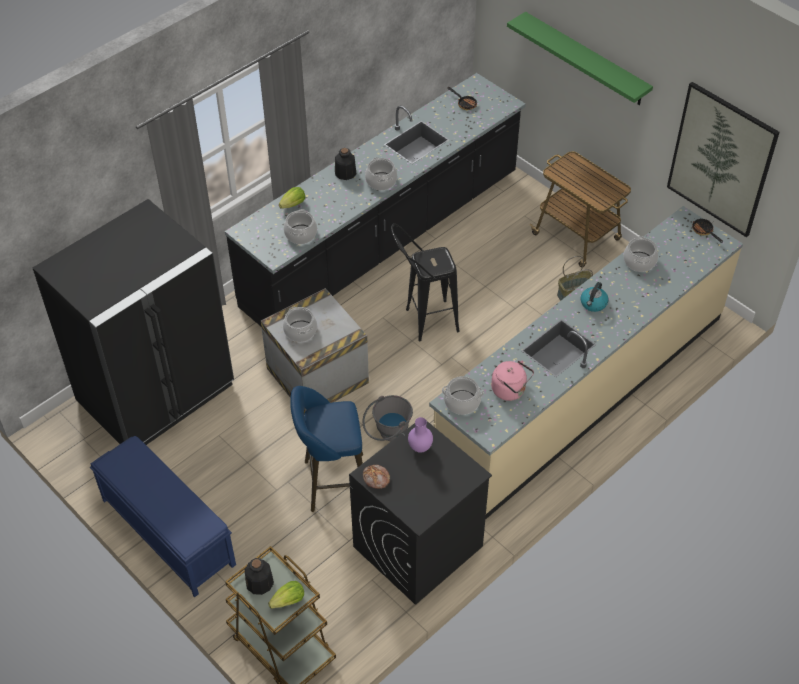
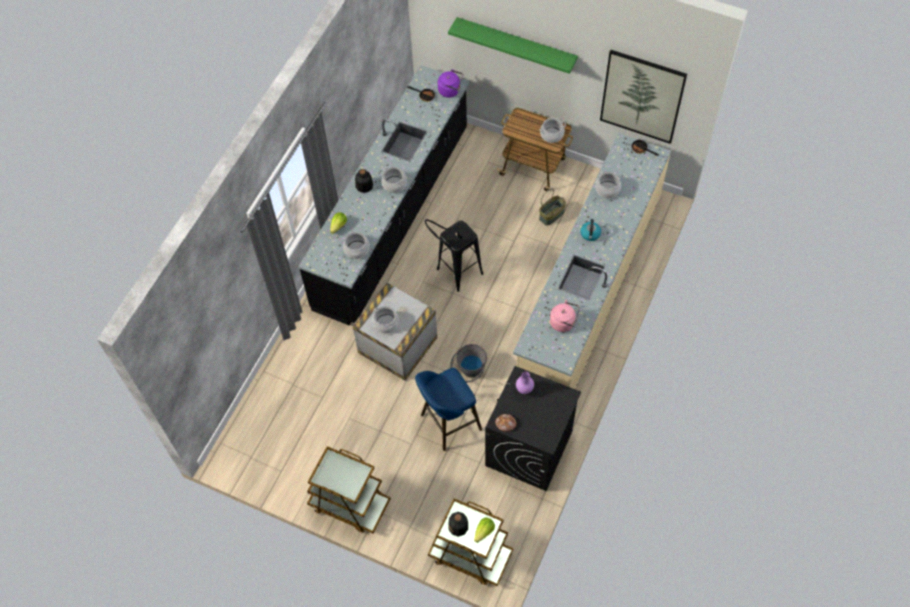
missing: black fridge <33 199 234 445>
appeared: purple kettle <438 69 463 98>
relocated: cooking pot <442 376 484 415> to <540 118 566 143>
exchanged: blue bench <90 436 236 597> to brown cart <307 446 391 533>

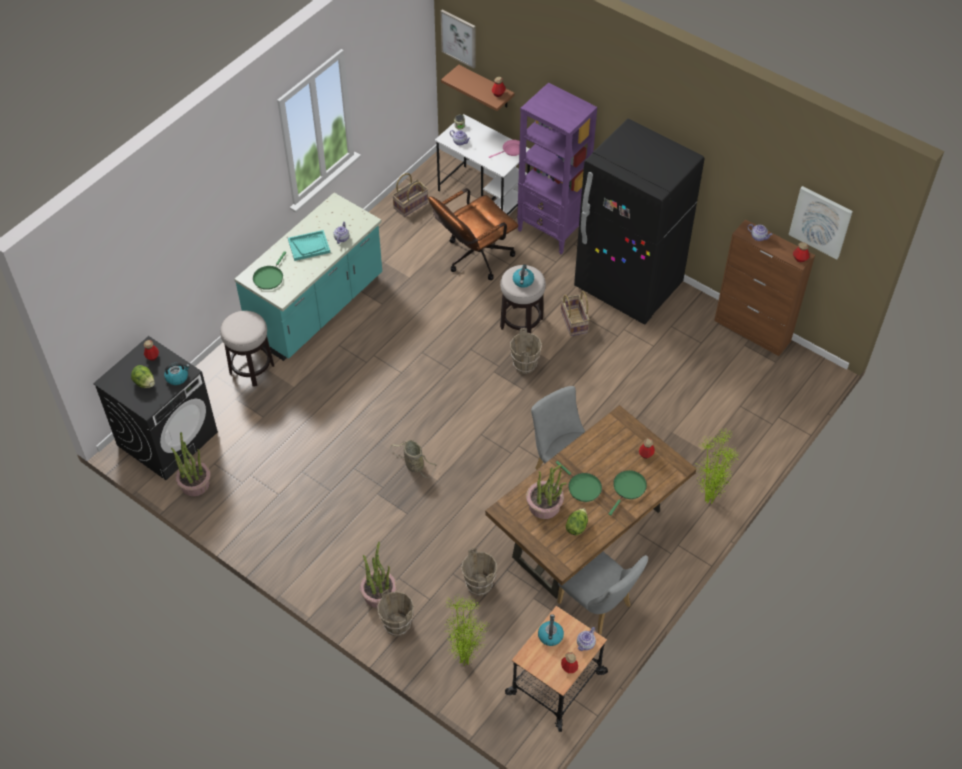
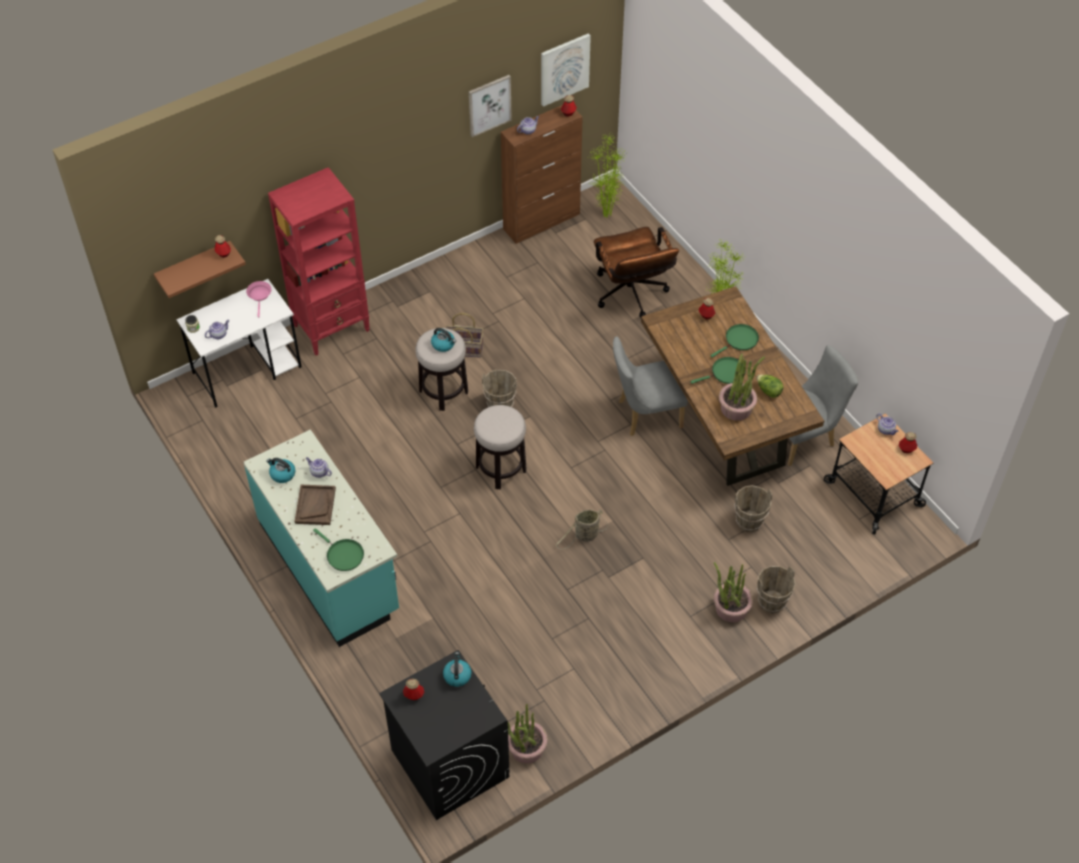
missing: black fridge <574 119 705 325>; basket <392 173 428 217>; lettuce <131 365 155 388>
relocated: picture <441 10 476 69> to <469 75 512 137>; brown office chair <428 188 518 280> to <594 227 679 317>; stool <220 311 274 386> to <474 405 526 489>; potted plant <445 595 488 666> to <589 132 628 217>; kettle <538 614 564 646> to <266 458 295 483>
colour: purple bookcase <517 83 597 255> to red bookcase <268 167 370 356>; turquoise tray <288 230 330 261> to brown tray <295 485 336 525>
spun: green frying pan <609 470 647 515> = <711 324 759 358> 90 degrees clockwise

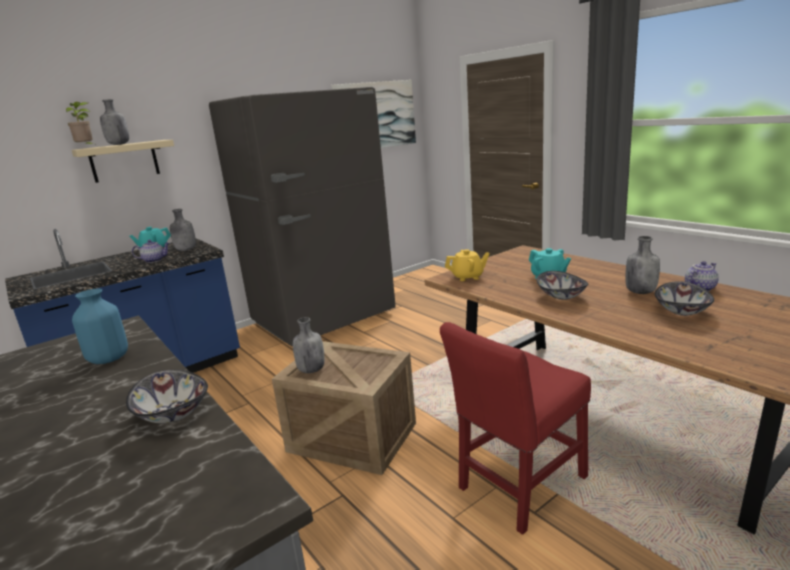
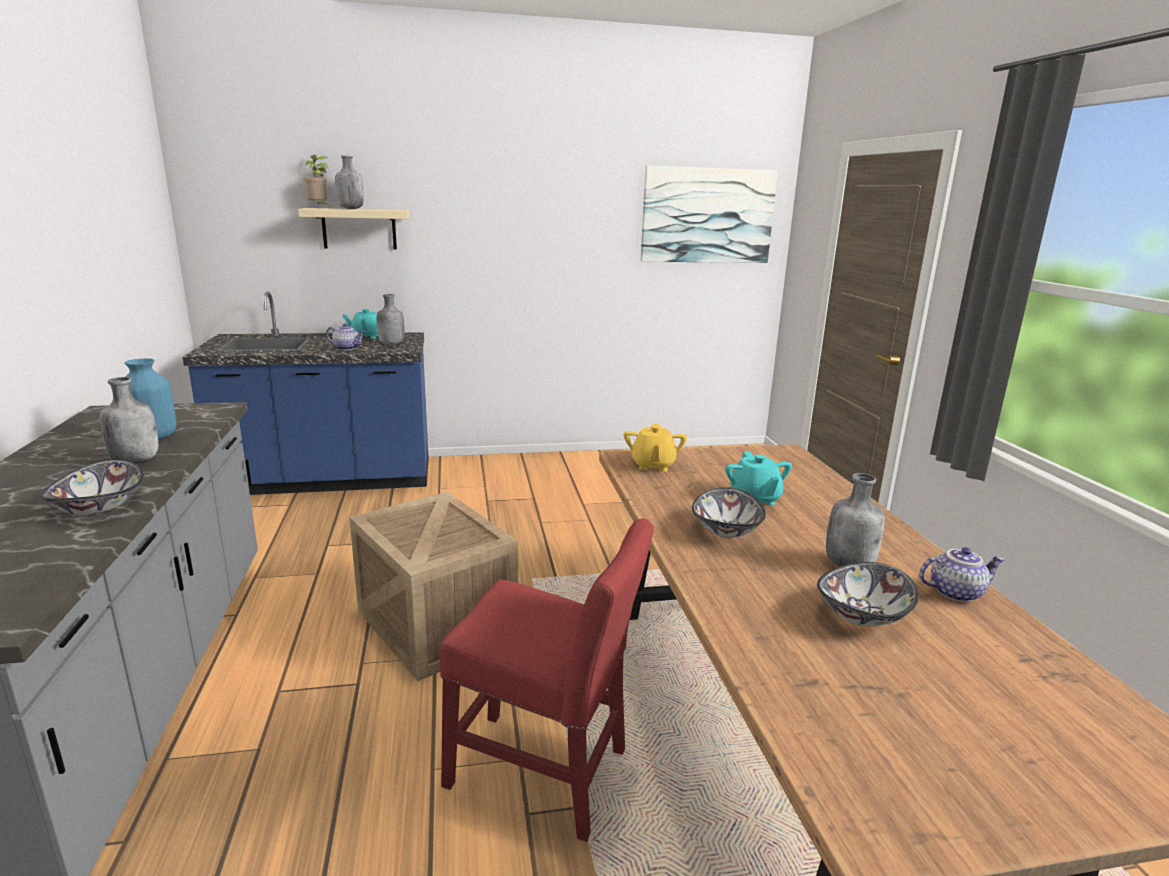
missing: grey fridge <209 87 396 346>
relocated: grey bottle <292 317 325 373> to <100 377 158 464>
spun: yellow teapot <445 249 490 281> = <624 423 687 472> 75 degrees clockwise; red chair <440 322 591 535> = <440 518 654 842> 150 degrees counterclockwise

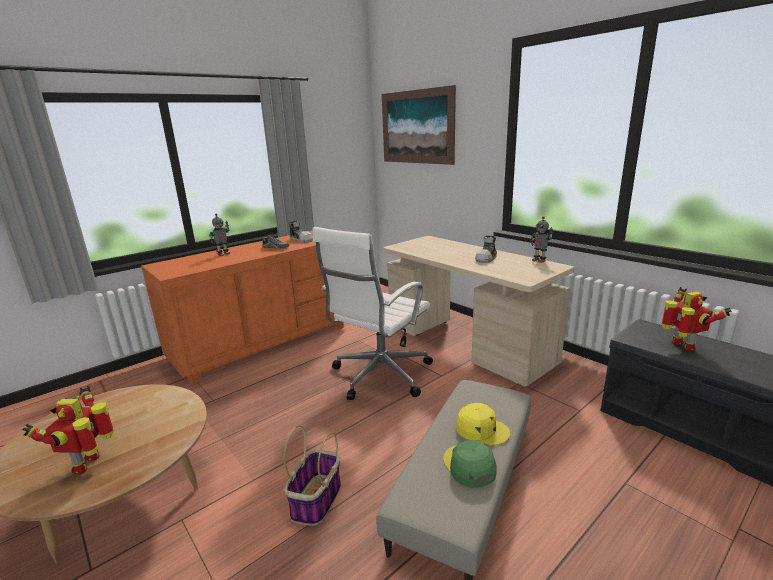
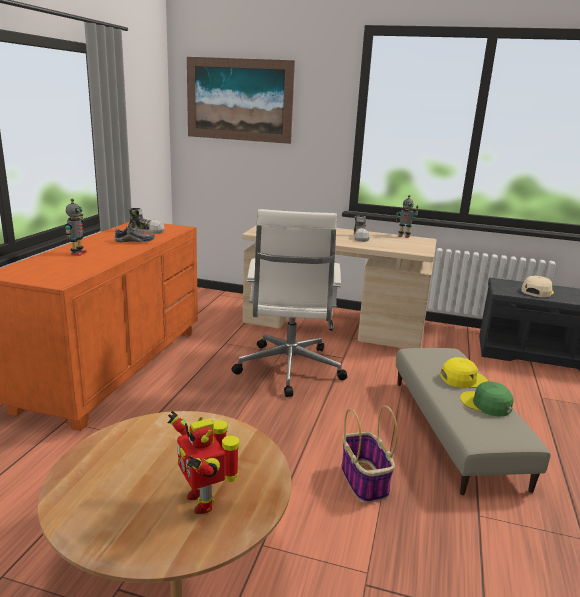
exchanged: toy robot <661 287 732 351> to beige cap <521 276 554 297>

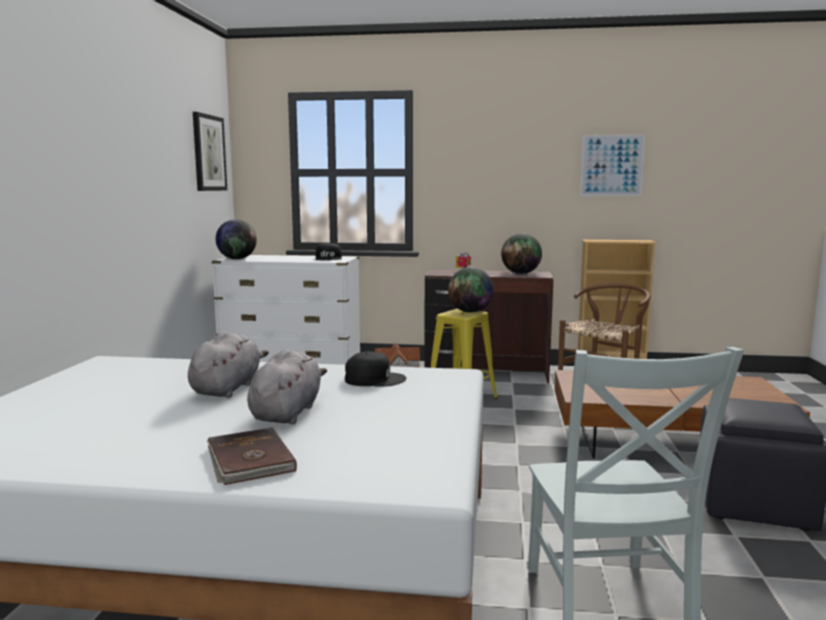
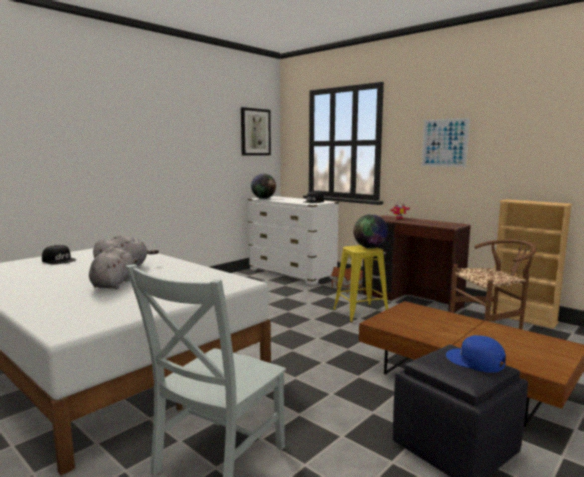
missing: globe <501 233 542 274>; brown book <207 427 297 485>
appeared: blue cap <446 335 506 372>
relocated: picture <580 134 645 196> to <421 117 470 167>; black cap <345 351 407 387> to <42 245 76 264>
spun: grey plush toy <247 349 327 424> = <89 247 138 289> 45 degrees counterclockwise

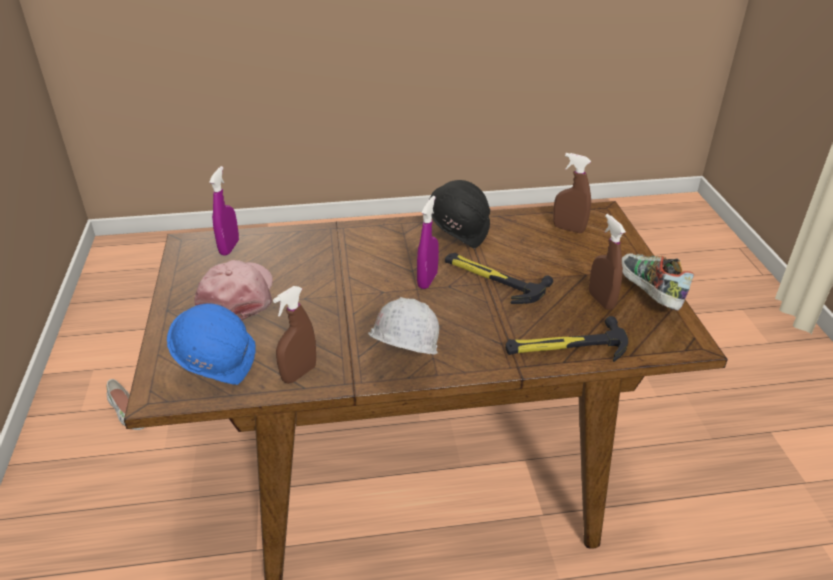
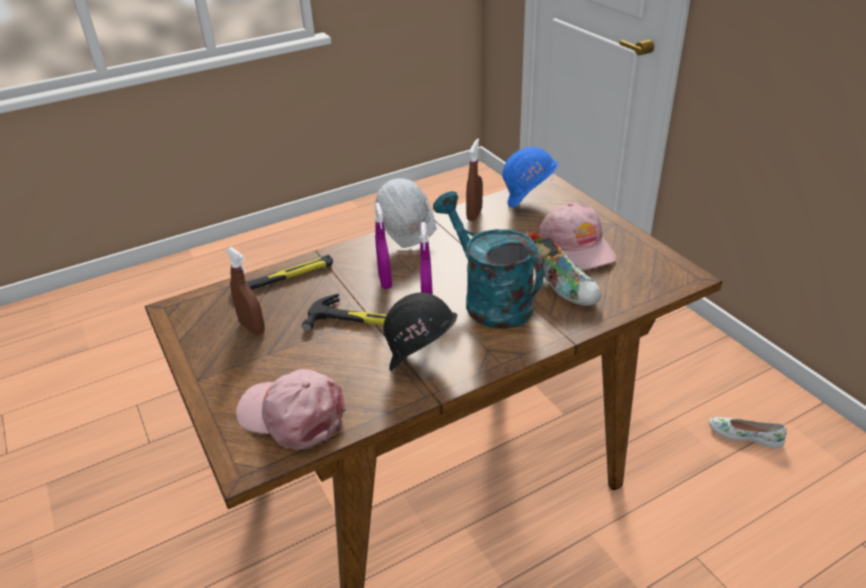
appeared: turquoise watering can <433 191 544 329>
relocated: purple spray bottle <209 166 239 256> to <375 203 392 289>; shoe <622 254 694 311> to <527 231 602 306>
exchanged: brown spray bottle <553 153 591 233> to pink cap <236 369 346 450>

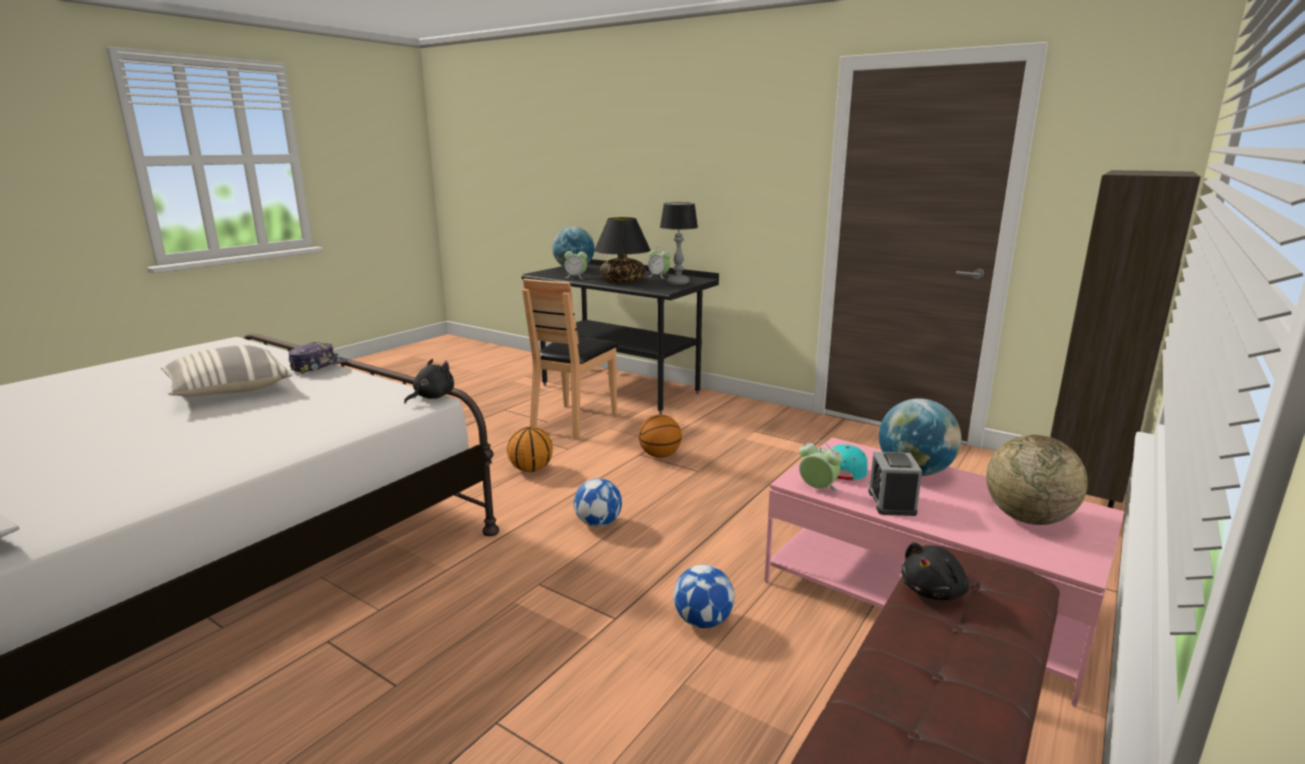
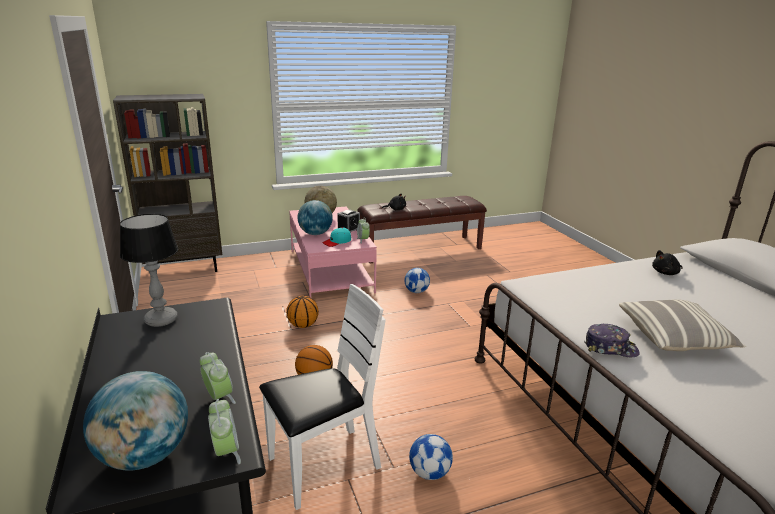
missing: black table lamp <594 217 651 282>
relocated: alarm clock <648 247 670 279> to <208 399 241 464>; black plush toy <404 359 454 404> to <652 250 683 275>; basketball <507 426 553 472> to <286 296 319 328>; football <574 478 622 527> to <409 434 453 480>
colour: brown chair <522 278 618 440> to white chair <259 284 386 510>
spun: cap <289 342 348 374> = <584 324 639 357> 150 degrees counterclockwise

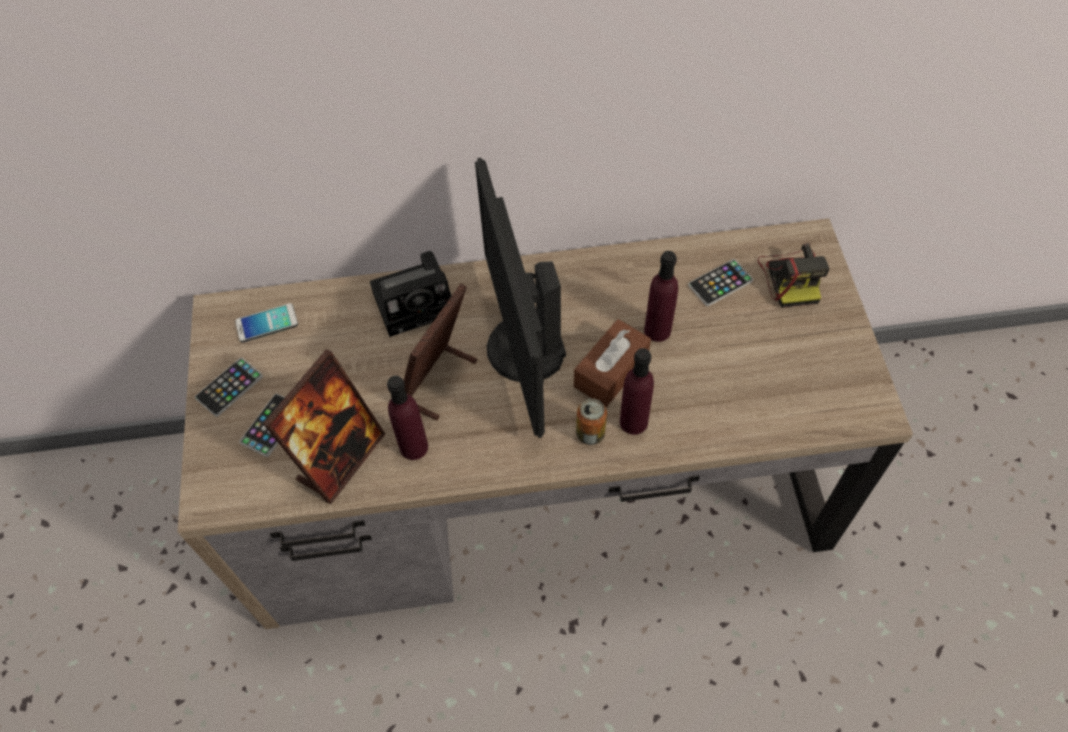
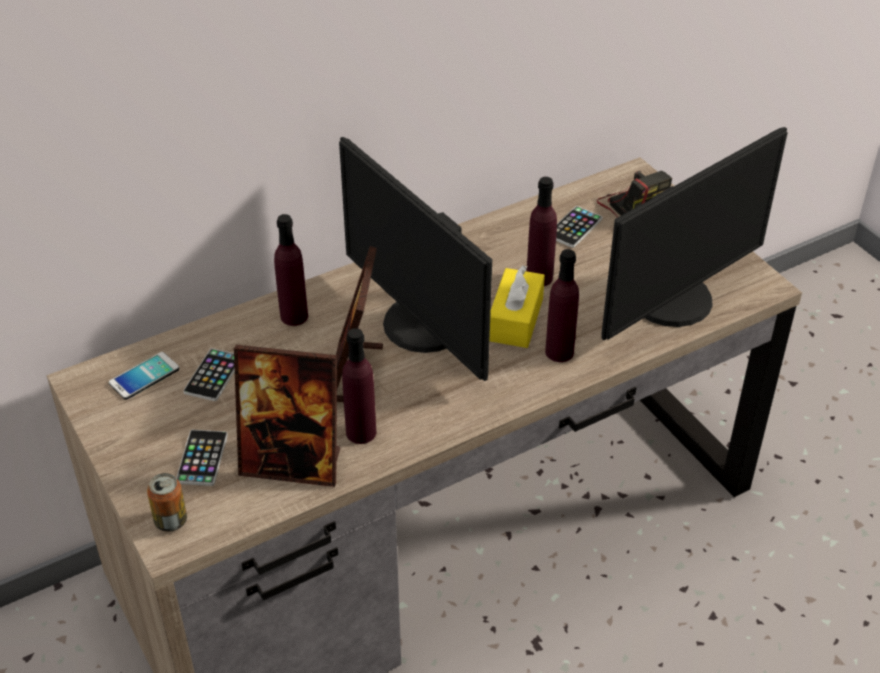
appeared: monitor <601 127 788 340>
relocated: phone <195 357 263 417> to <183 348 235 401>; can <576 398 607 445> to <147 473 187 532>
exchanged: photo camera <370 251 452 337> to purple bottle <274 214 308 326>
colour: brown tissue box <574 319 651 407> to yellow tissue box <490 265 545 348>
spun: picture frame <263 349 385 504> = <234 345 340 487> 90 degrees clockwise

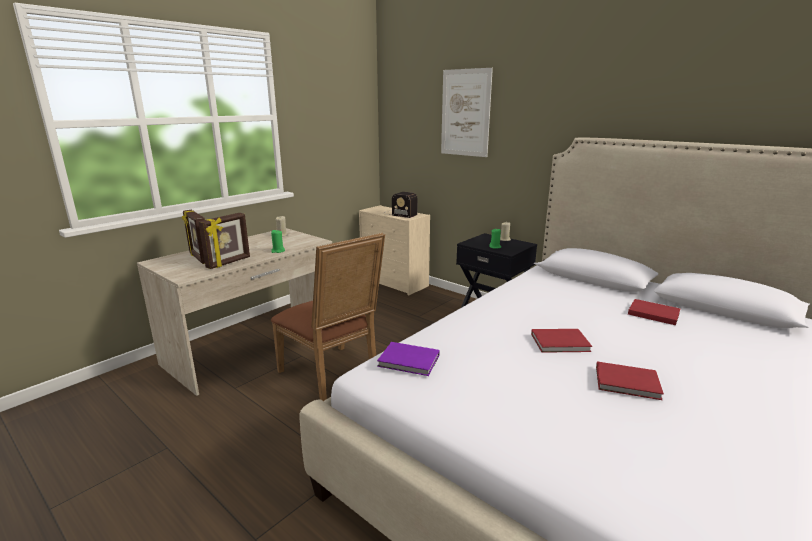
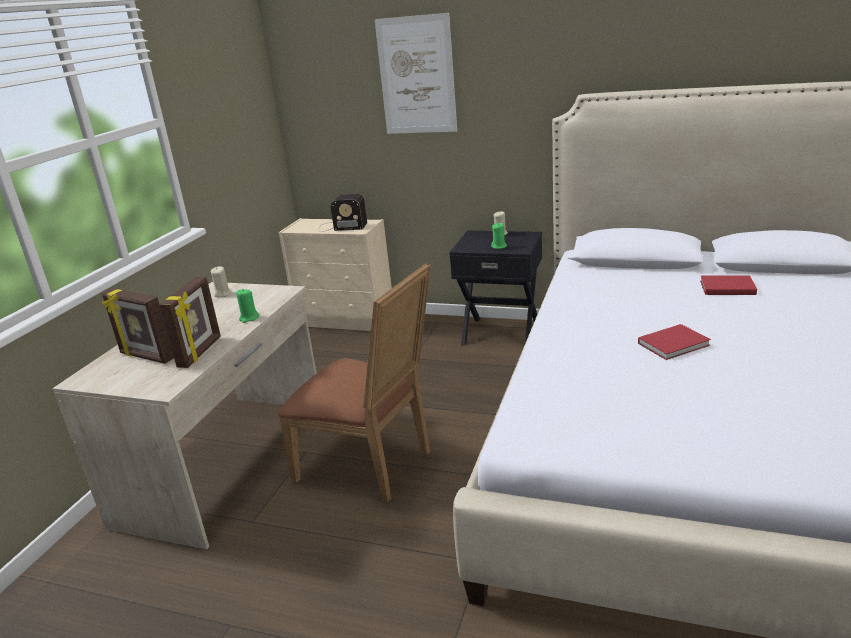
missing: purple book <377 342 440 376>; red book <596 362 664 400>

